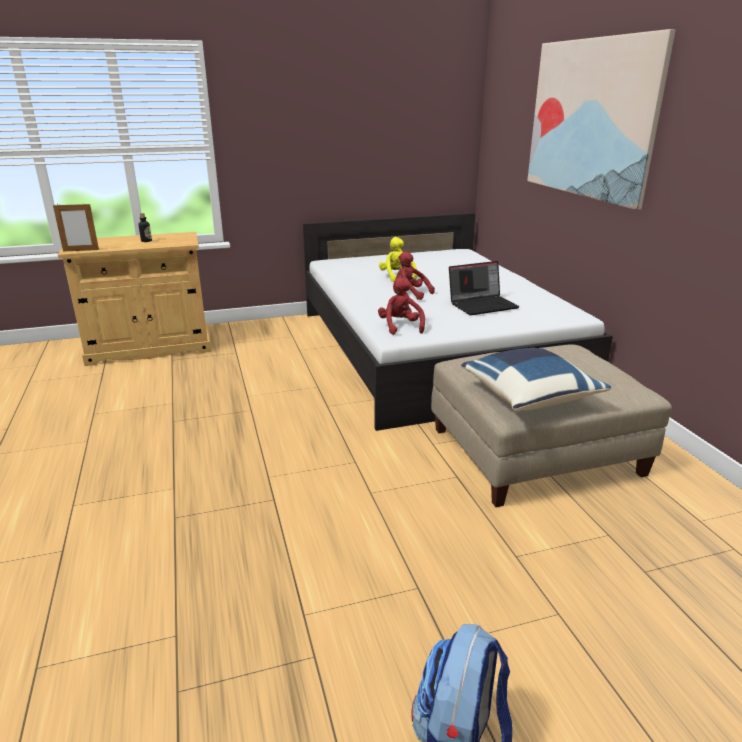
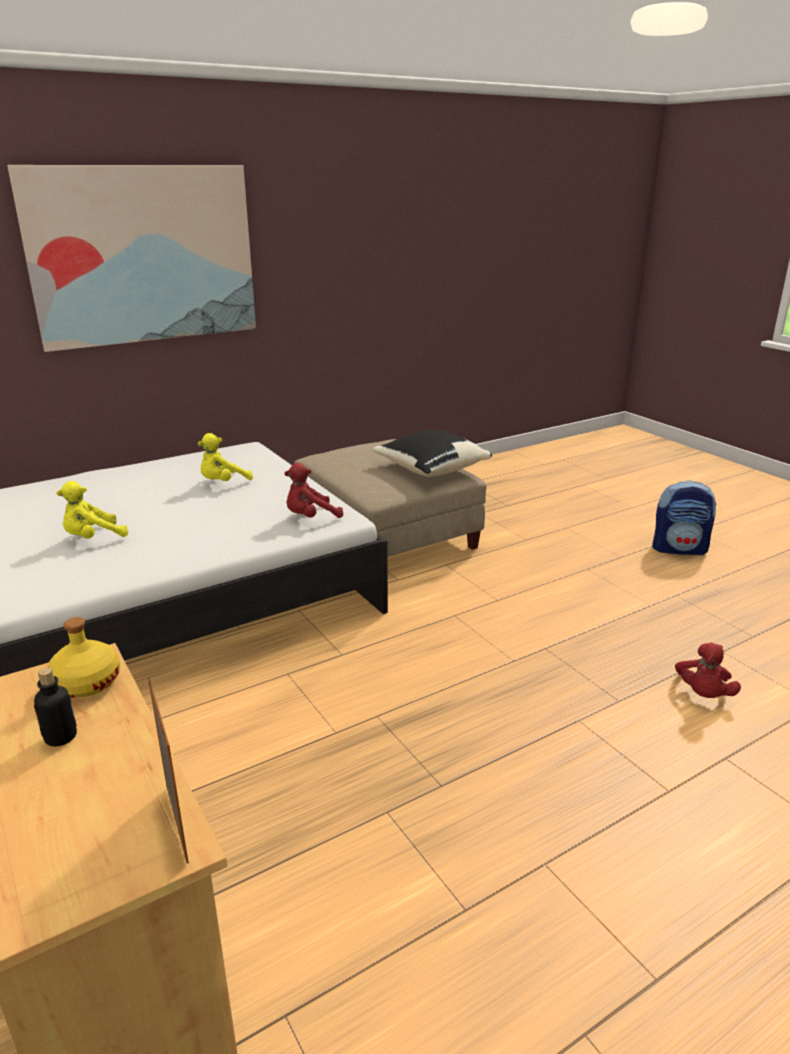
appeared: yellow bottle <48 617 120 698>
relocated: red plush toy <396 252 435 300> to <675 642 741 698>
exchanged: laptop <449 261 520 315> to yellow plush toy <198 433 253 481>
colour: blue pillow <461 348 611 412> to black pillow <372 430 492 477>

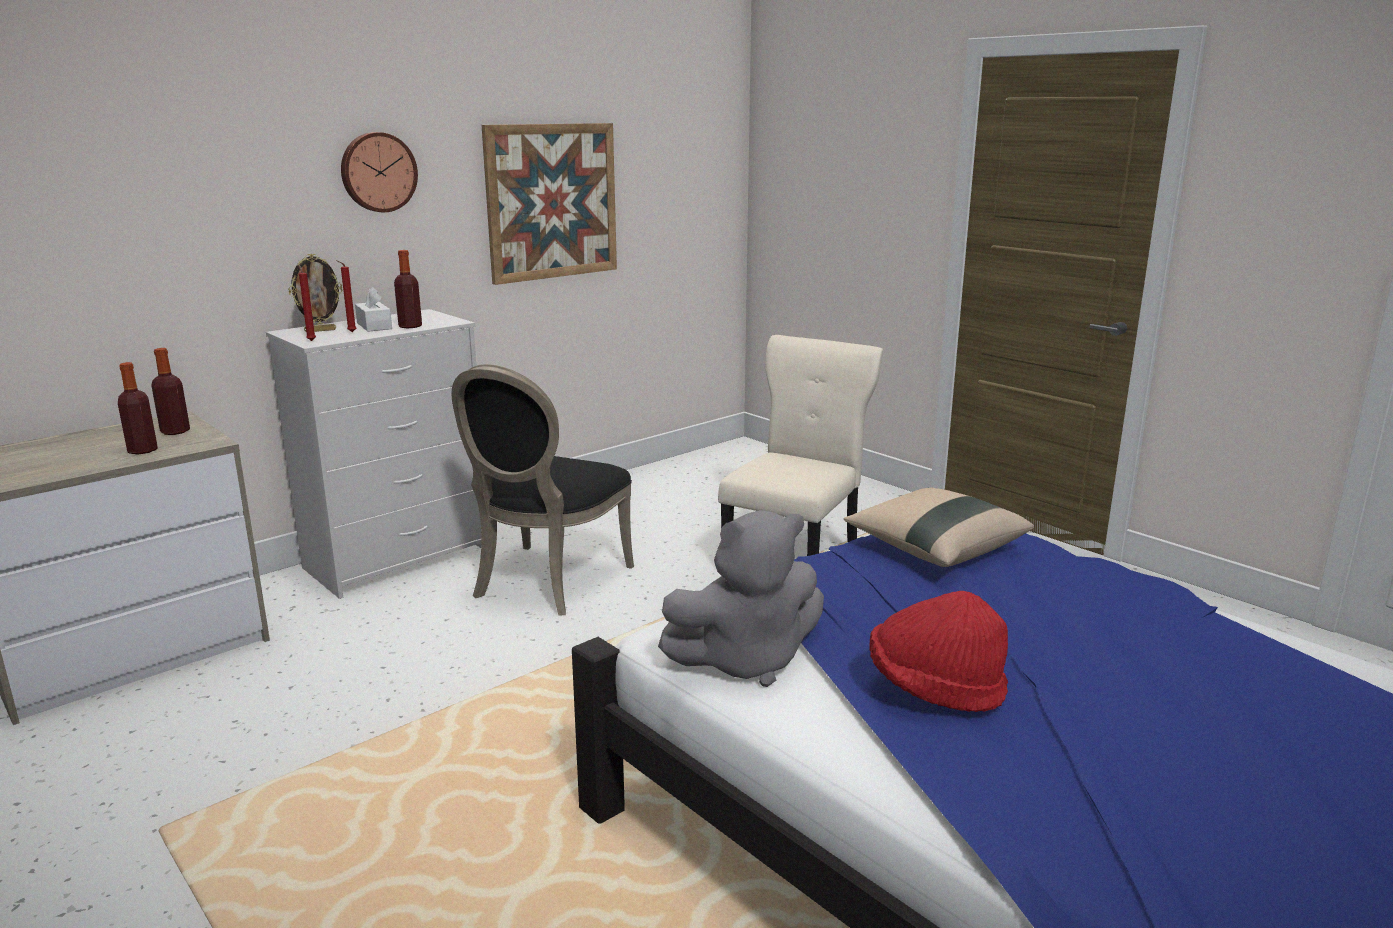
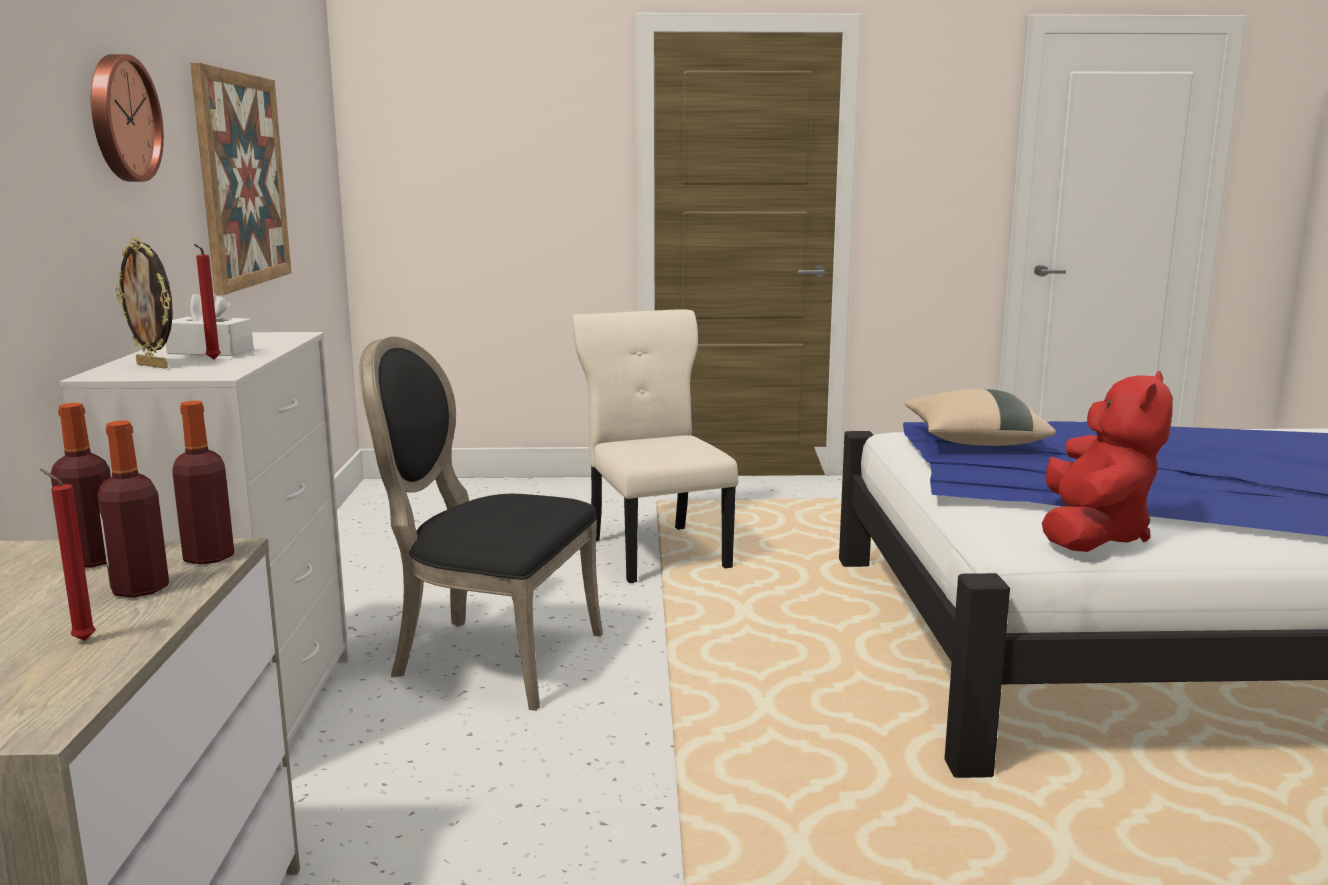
missing: red hat <869 591 1008 712>
relocated: bottle <394 250 422 329> to <173 401 234 565>; red candle <299 265 316 341> to <40 469 96 641>
colour: grey plush toy <658 510 824 687> to red plush toy <1042 371 1173 552>
spun: picture frame <288 254 343 332> = <115 237 173 369> 105 degrees clockwise; black chair <452 364 634 616> = <359 337 603 711> 135 degrees clockwise

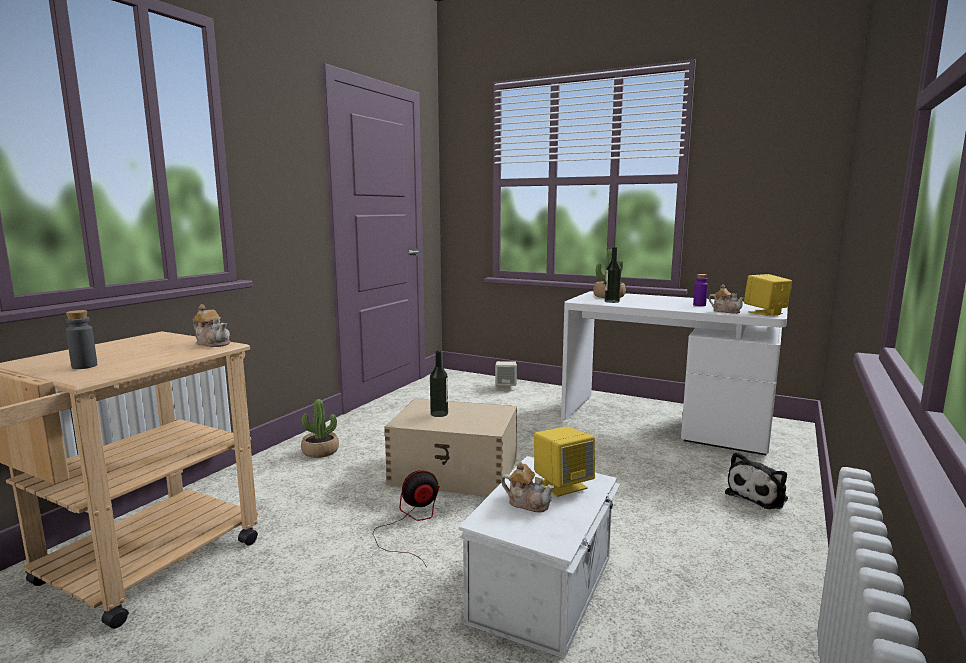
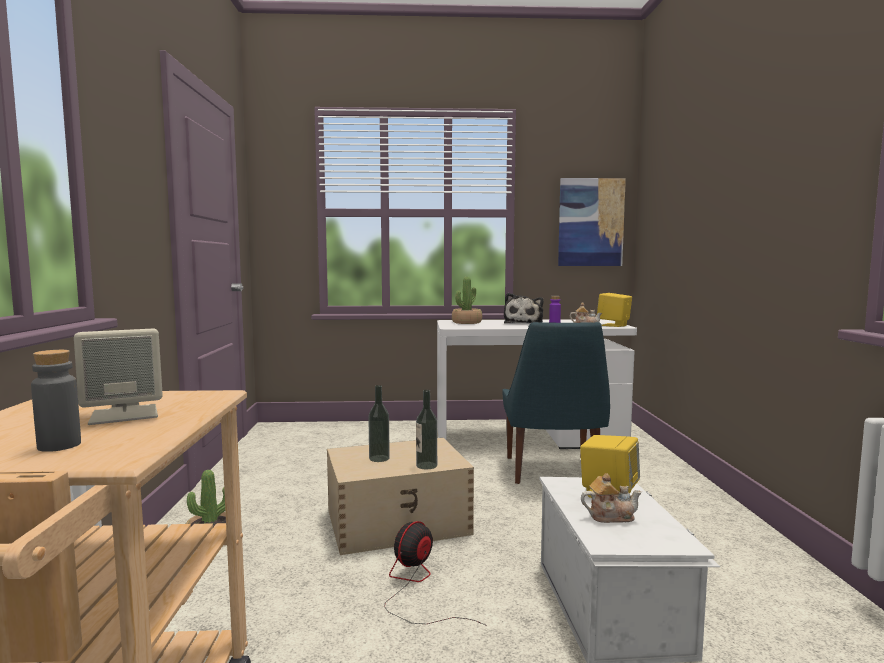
missing: teapot <193 304 230 347>
appeared: picture <558 178 626 266>; blue chair <503 322 610 484>
relocated: bottle <605 247 621 303> to <416 390 437 469>; beige speaker <495 361 517 391> to <74 329 163 425>; plush toy <725 452 788 509> to <504 293 543 324>

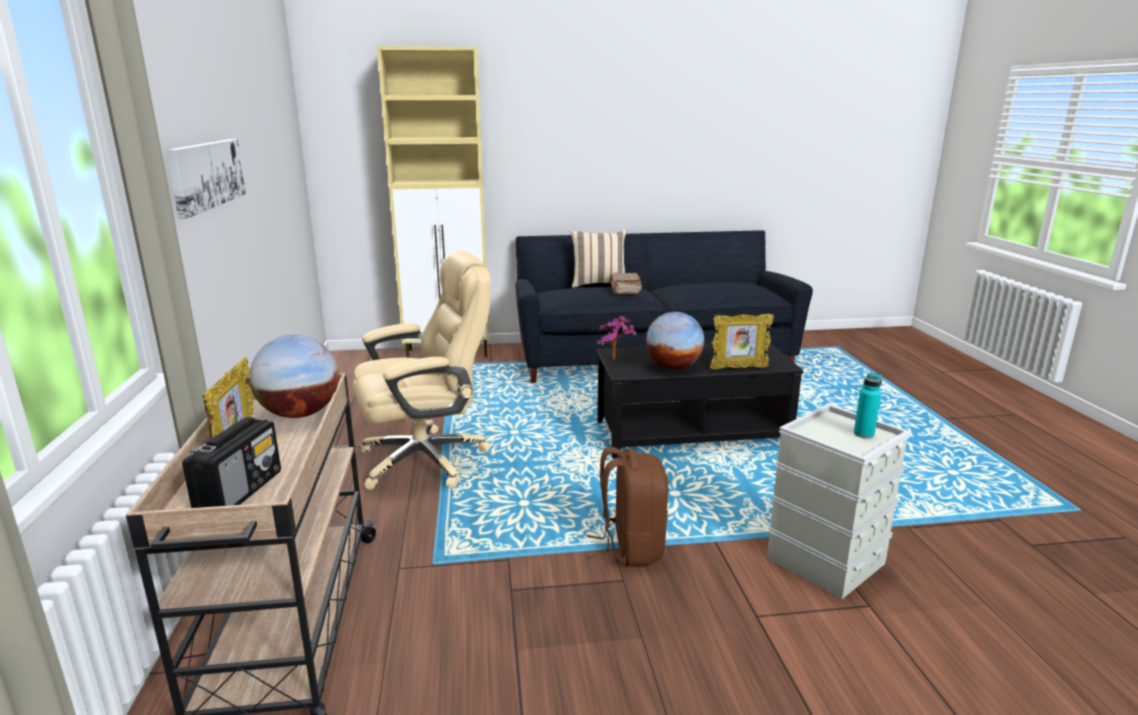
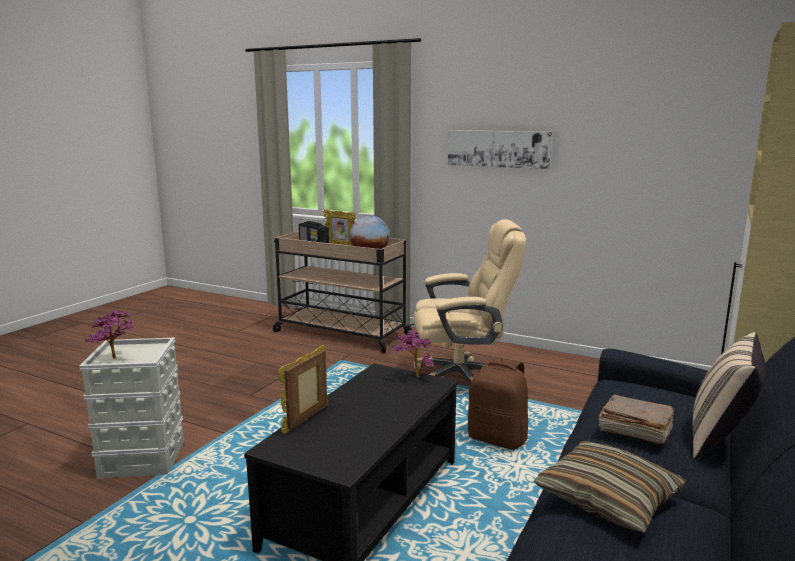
missing: globe <646 312 704 369>
appeared: pillow <534 441 687 533>
relocated: brown backpack <587 447 668 567> to <467 356 528 450>
exchanged: turquoise bottle <854 373 882 438> to potted plant <85 310 134 359>
spun: beige office chair <353 251 491 490> = <414 219 526 383> 105 degrees counterclockwise

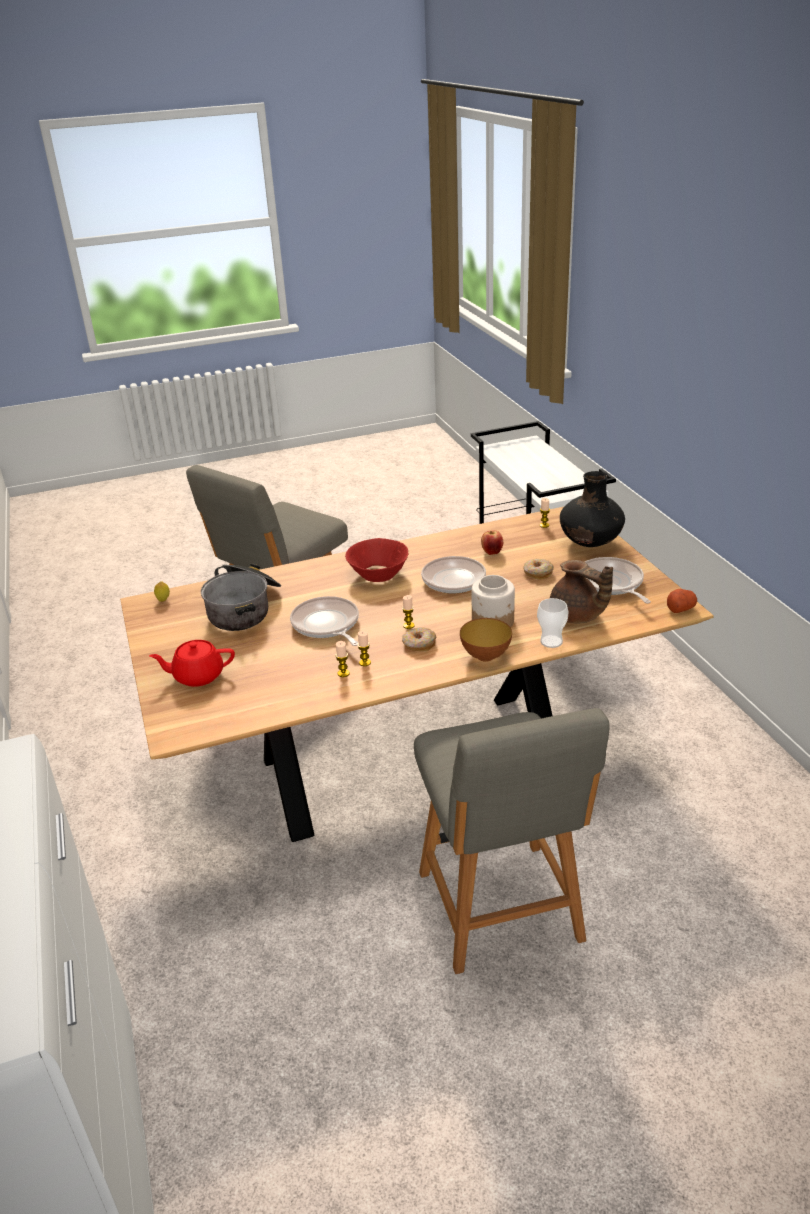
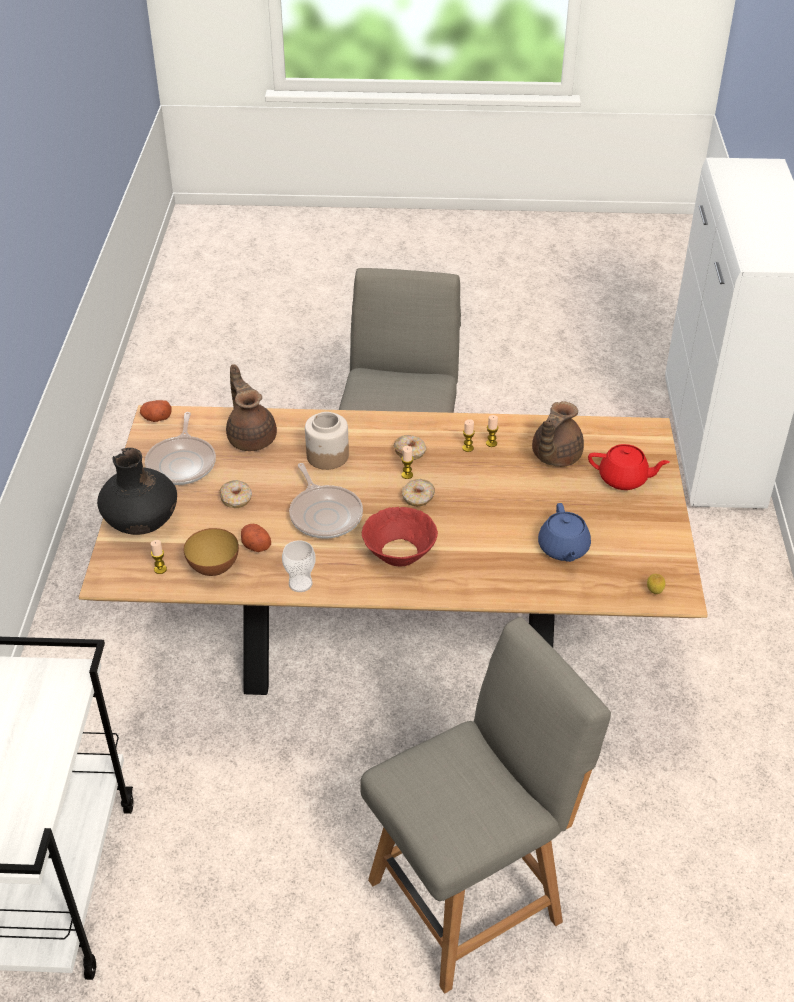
missing: frying pan <290 596 359 646>
appeared: brown teapot <532 401 584 467>; donut <402 479 435 507>
relocated: cup <537 598 568 648> to <282 540 316 592>; bowl <460 618 512 662> to <184 528 239 576>
exchanged: apple <481 530 503 555> to potato <241 524 271 552>; cooking pot <201 564 281 631> to blue teapot <538 503 591 562>

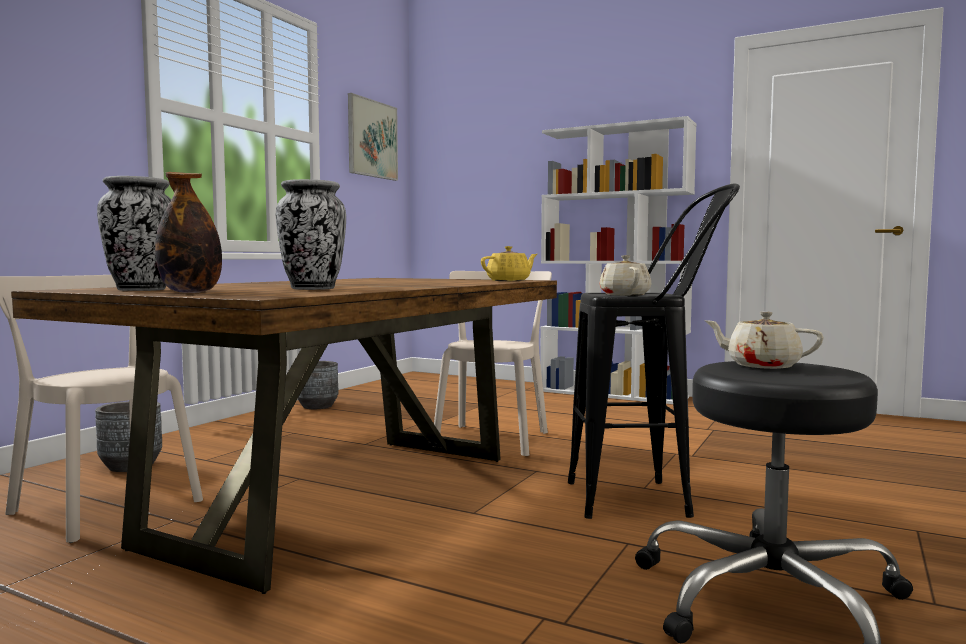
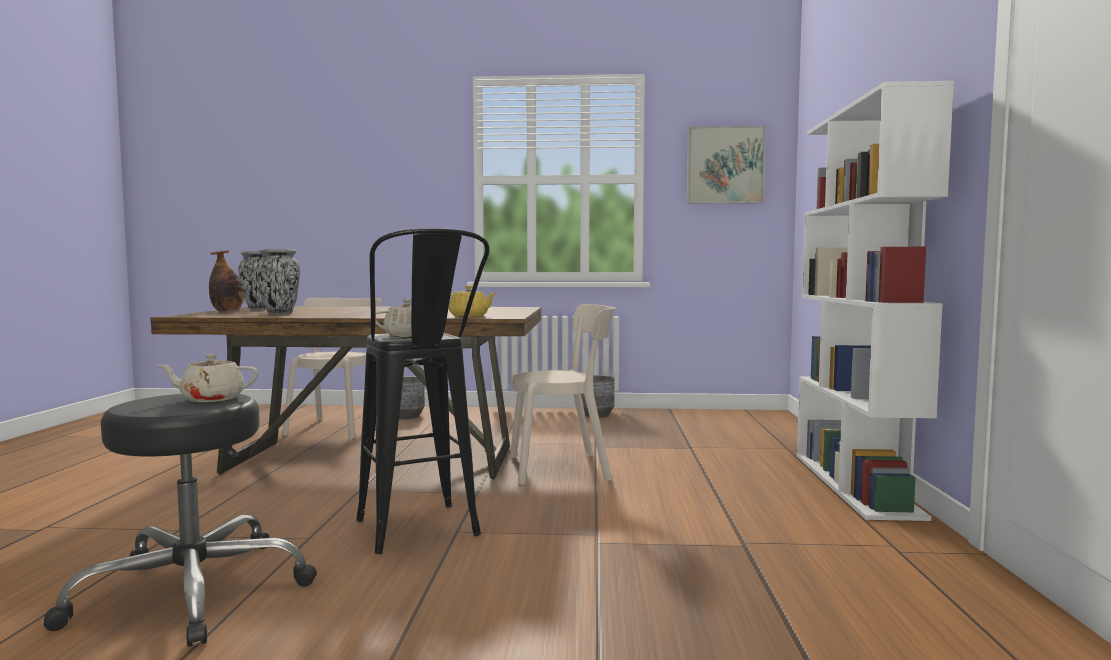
spun: beige teapot <704 311 824 369> = <158 354 259 402> 105 degrees counterclockwise

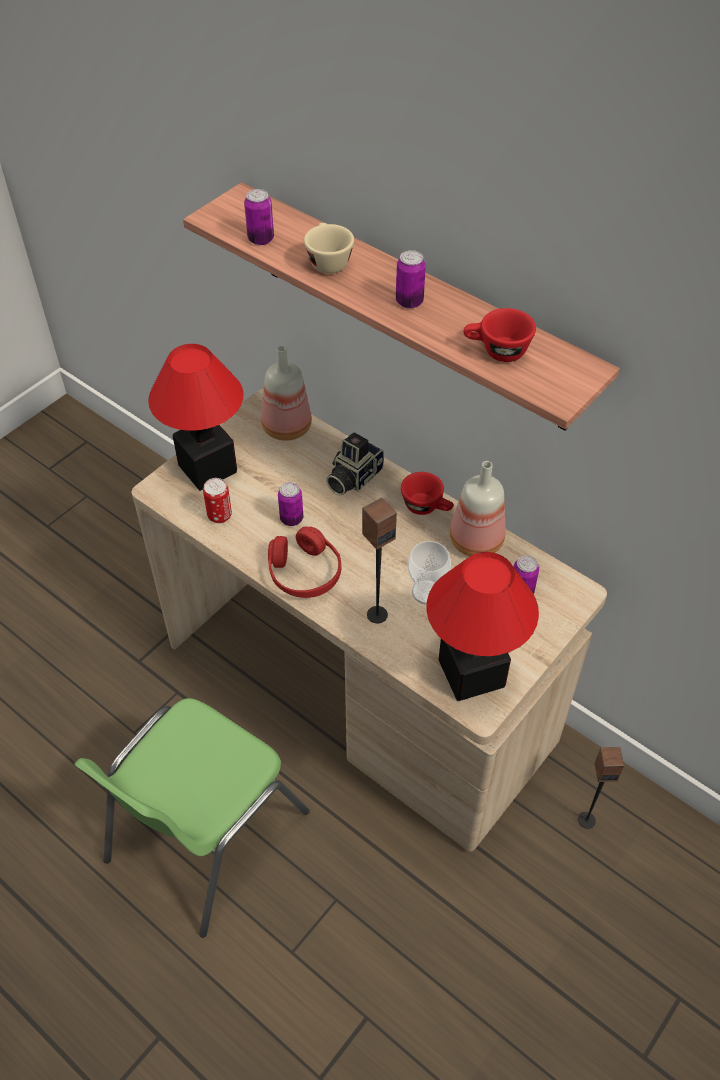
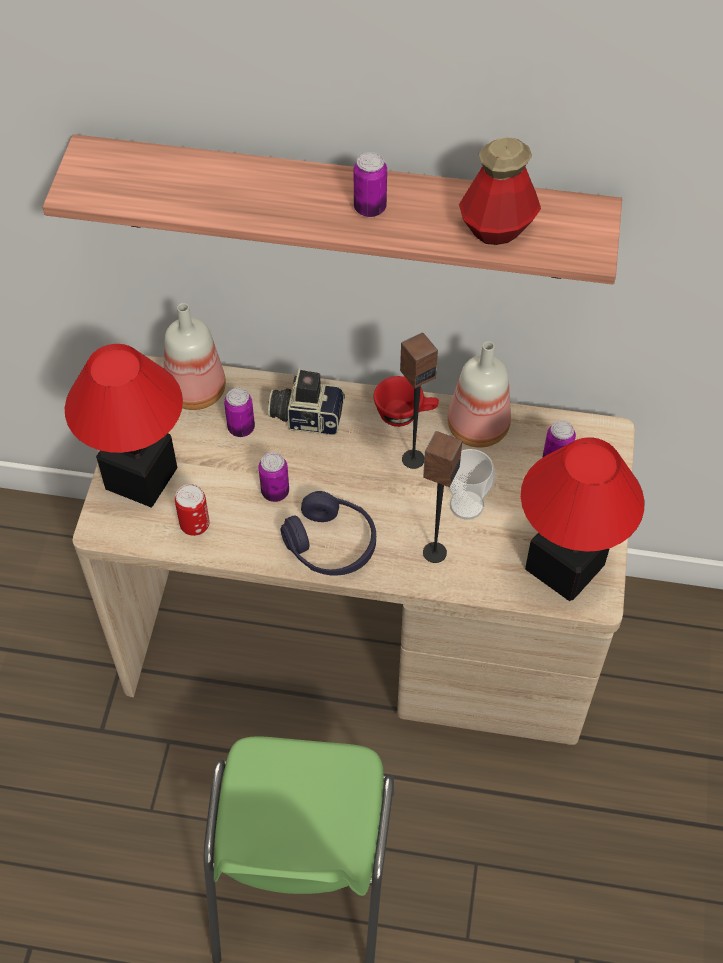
missing: beige cup <304 223 354 274>
relocated: can <244 189 274 245> to <224 388 255 437>; speaker <578 747 624 829> to <400 332 438 469>
exchanged: red cup <464 308 536 362> to bottle <459 137 541 245>
colour: red headphones <268 527 341 598> to purple headphones <280 491 376 576>
spun: photo camera <326 432 384 496> = <268 368 345 435> 90 degrees clockwise

